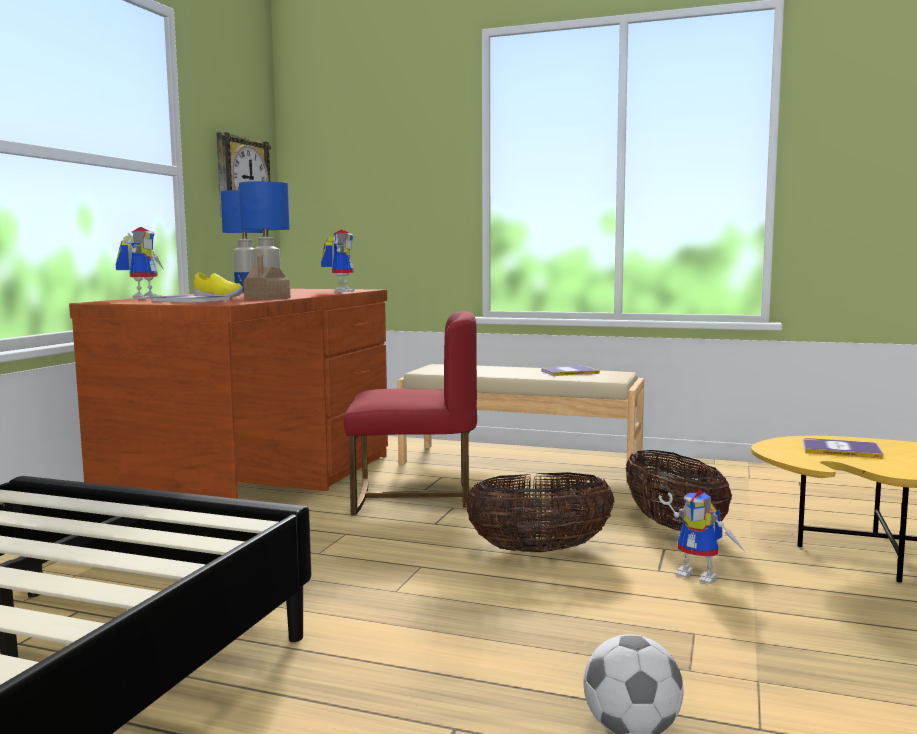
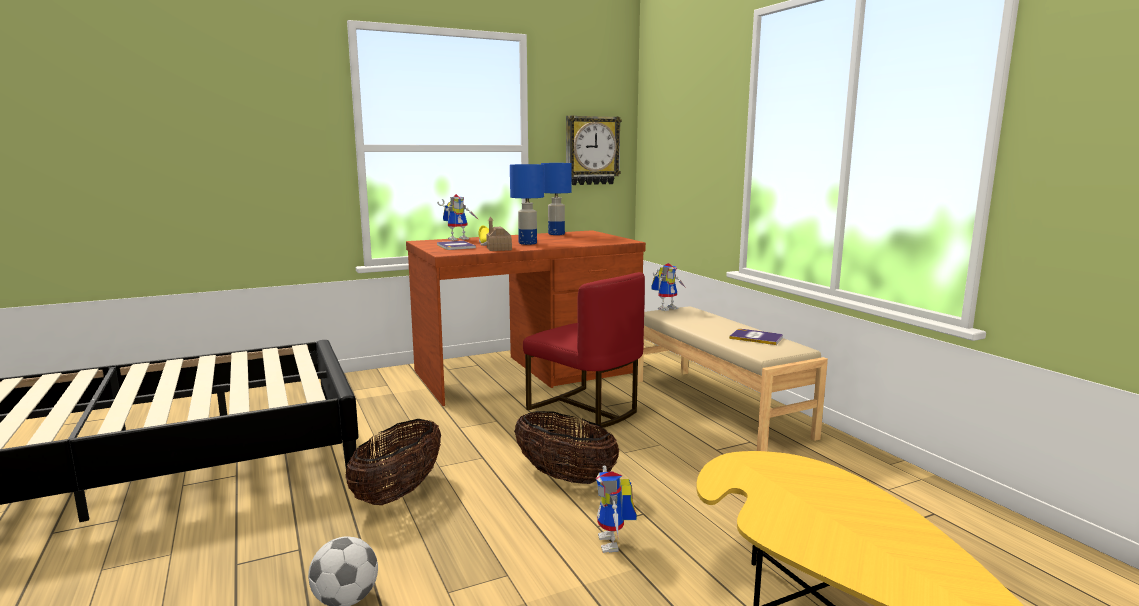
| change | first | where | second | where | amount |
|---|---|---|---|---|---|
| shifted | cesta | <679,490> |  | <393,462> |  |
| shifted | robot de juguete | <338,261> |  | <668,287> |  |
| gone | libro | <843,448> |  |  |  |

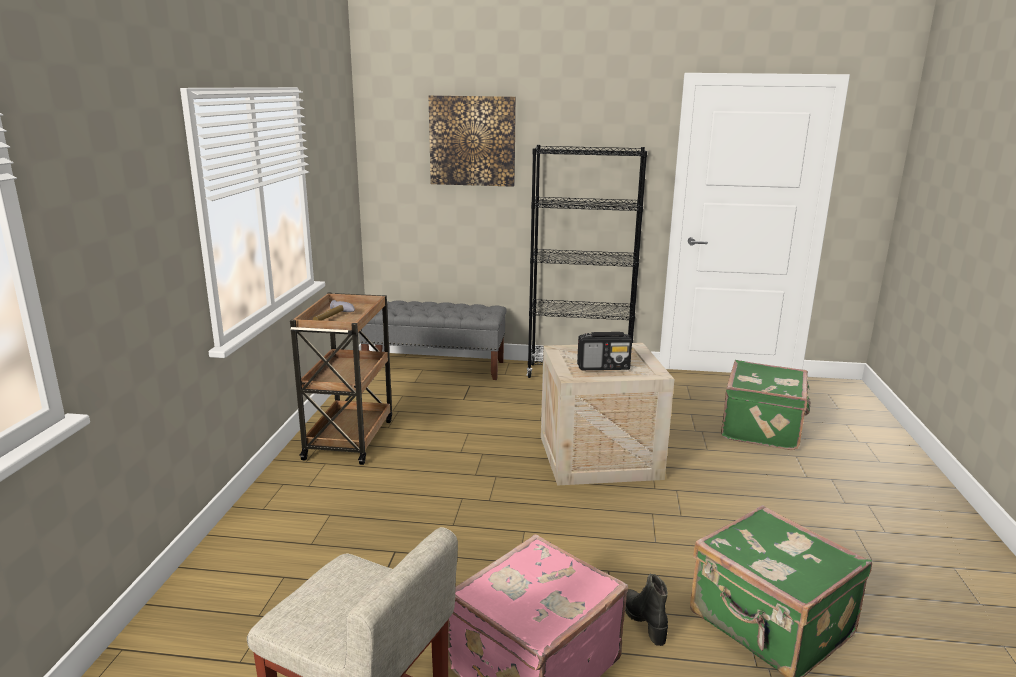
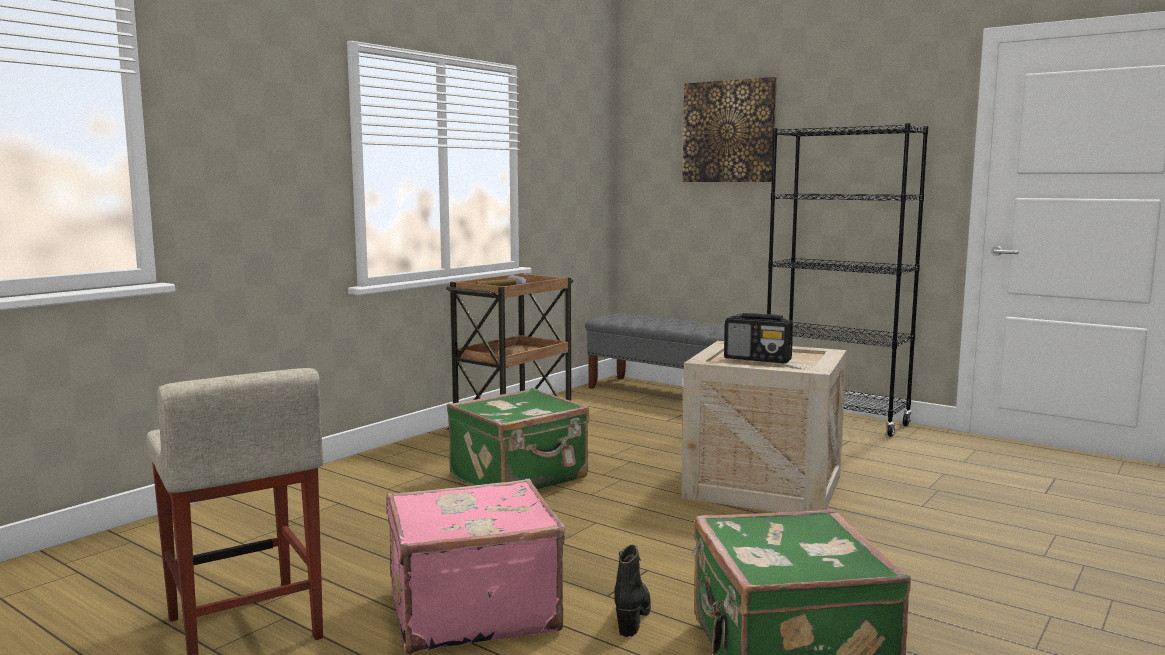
| change | first | where | second | where | amount |
|---|---|---|---|---|---|
| shifted | maleta [verde] | <766,405> |  | <518,438> |  |

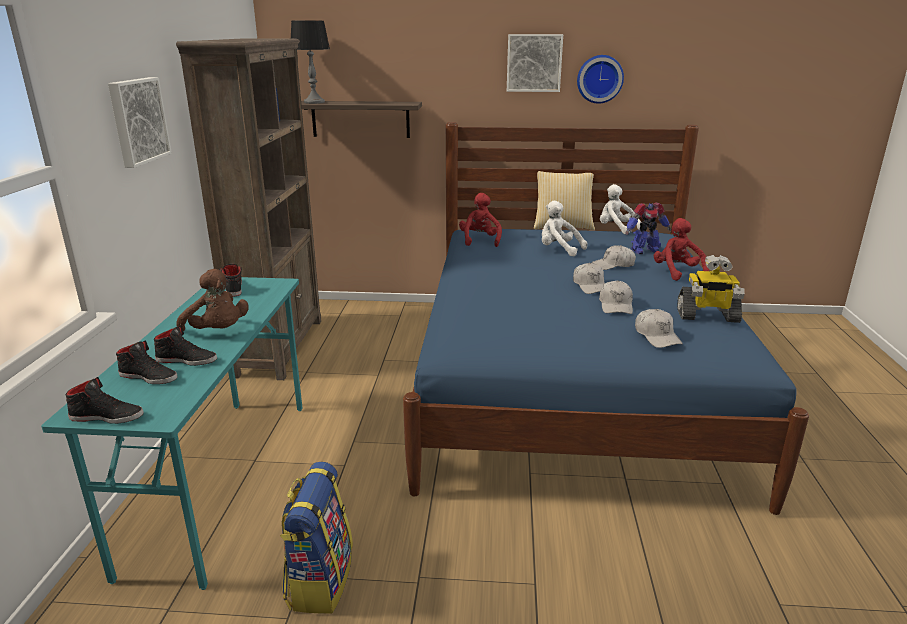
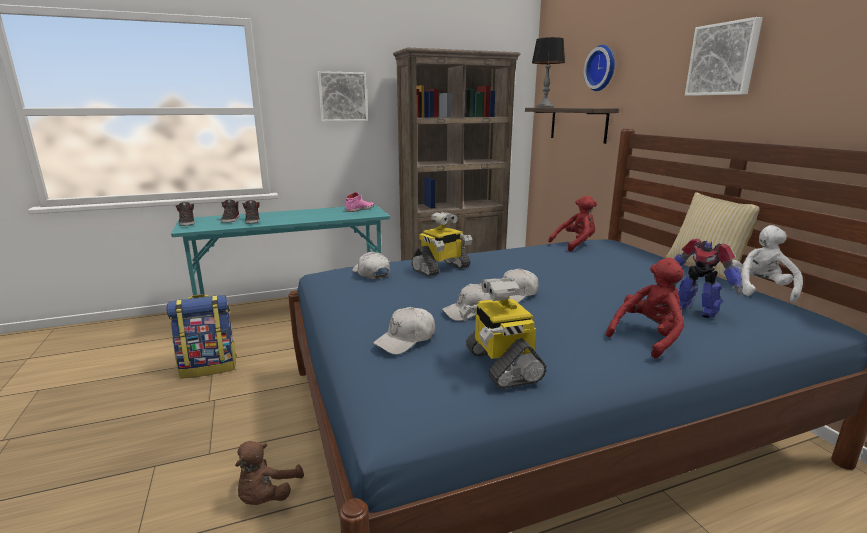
| change | first | where | second | where | amount |
|---|---|---|---|---|---|
| shifted | peluche [marrón] | <212,300> |  | <269,473> |  |
| repainted | zapato [negro] | <230,280> | zapato [rosa] | <359,202> |  |
| shifted | gorra [blanco] | <614,257> |  | <371,265> |  |
| new |  |  | robot de juguete | <442,244> |  |
| shifted | reloj de pared | <600,79> |  | <599,68> |  |
| gone | peluche [blanco] | <565,228> |  |  |  |

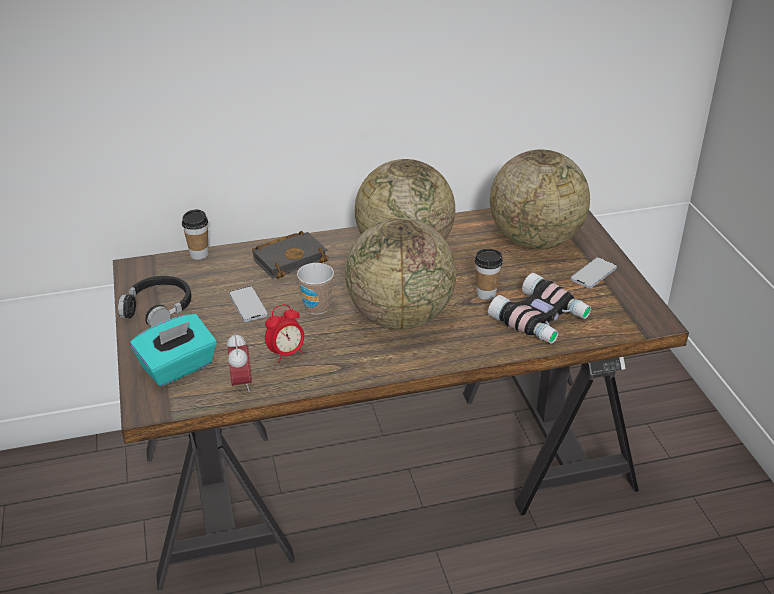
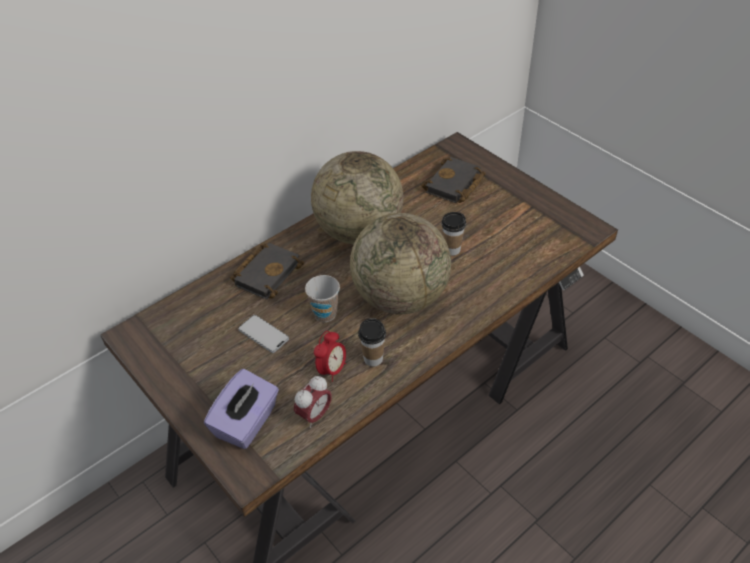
| change | first | where | second | where | amount |
|---|---|---|---|---|---|
| repainted | caja de pañuelos [turquesa] | <173,350> | caja de pañuelos [morado] | <241,409> |  |
| rotated | despertador | <239,362> |  | <313,402> | 75 degrees clockwise |
| shifted | taza | <195,234> |  | <372,342> |  |
| swapped | globo terráqueo | <540,199> | libro [negro] | <453,180> |  |
| gone | auriculares [negro] | <154,301> |  |  |  |
| gone | prismáticos | <539,308> |  |  |  |
| gone | móvil | <593,273> |  |  |  |

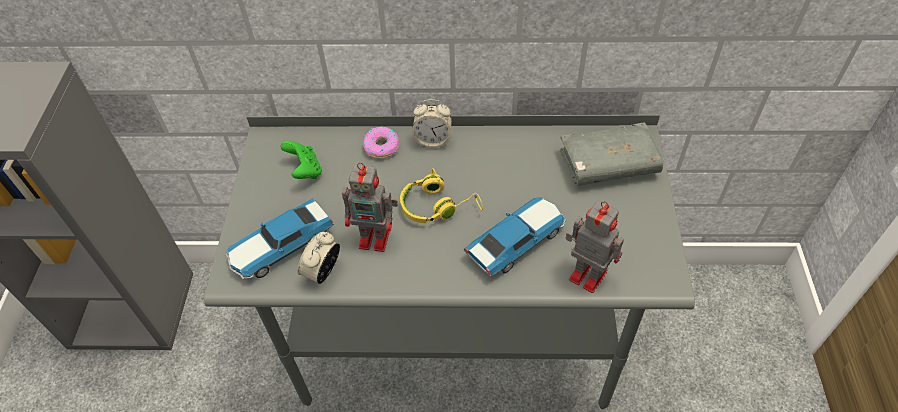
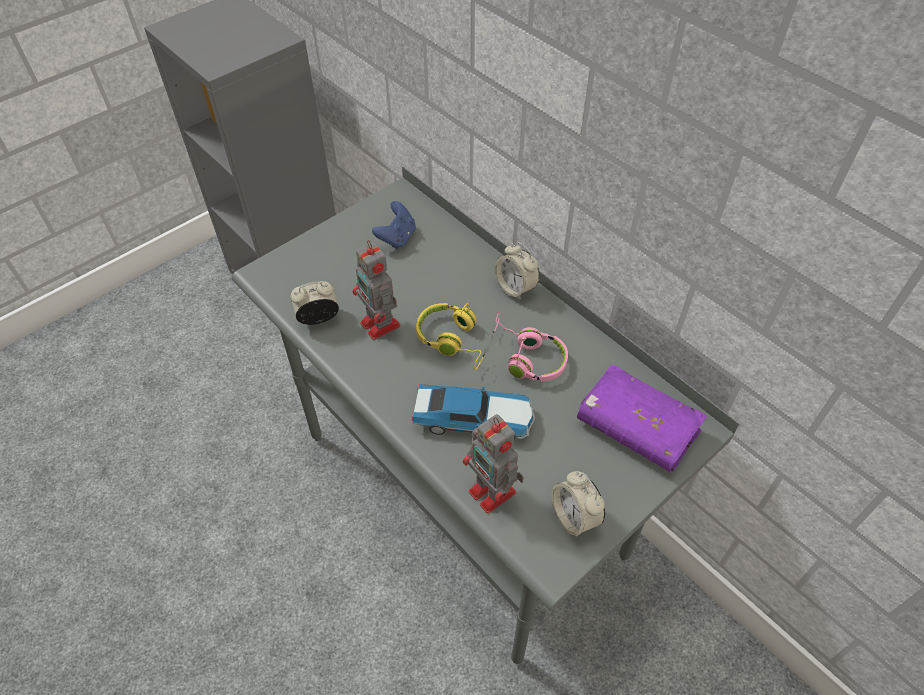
| change | first | where | second | where | amount |
|---|---|---|---|---|---|
| repainted | mando de consola [verde] | <301,160> | mando de consola [azul] | <394,225> |  |
| rotated | robot de juguete | <594,247> |  | <493,464> | 150 degrees clockwise |
| new |  |  | auriculares [rosa] | <530,347> |  |
| new |  |  | despertador | <578,504> |  |
| repainted | libro [gris] | <612,154> | libro [morado] | <642,418> |  |
| gone | coche de juguete | <279,239> |  |  |  |
| gone | rosquilla | <381,142> |  |  |  |

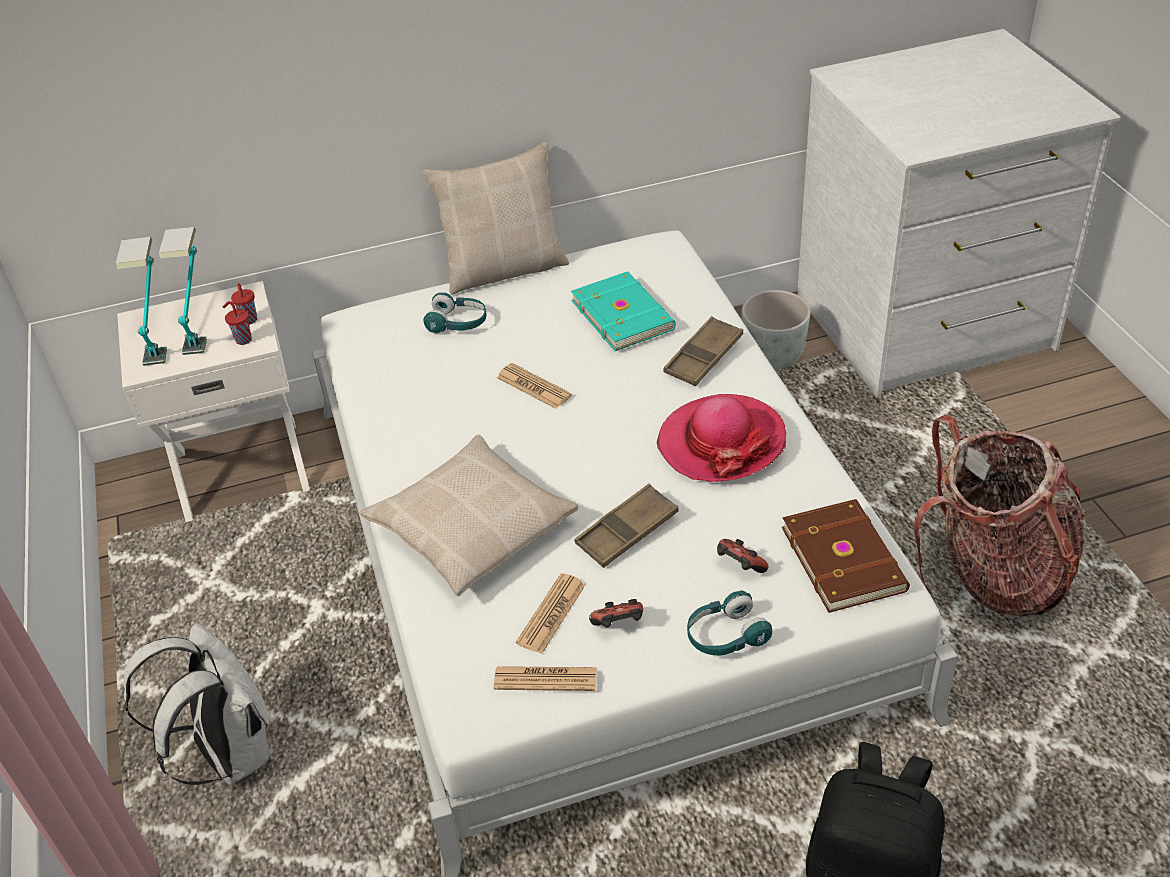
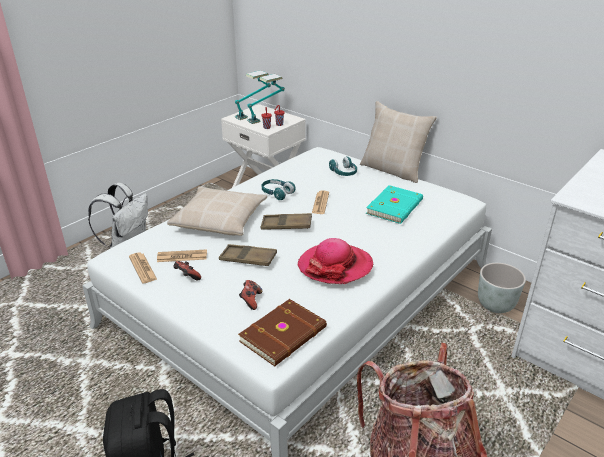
| change | first | where | second | where | amount |
|---|---|---|---|---|---|
| shifted | bandeja [marrón] | <703,351> |  | <286,221> |  |
| shifted | auriculares [turquesa] | <729,623> |  | <279,189> |  |

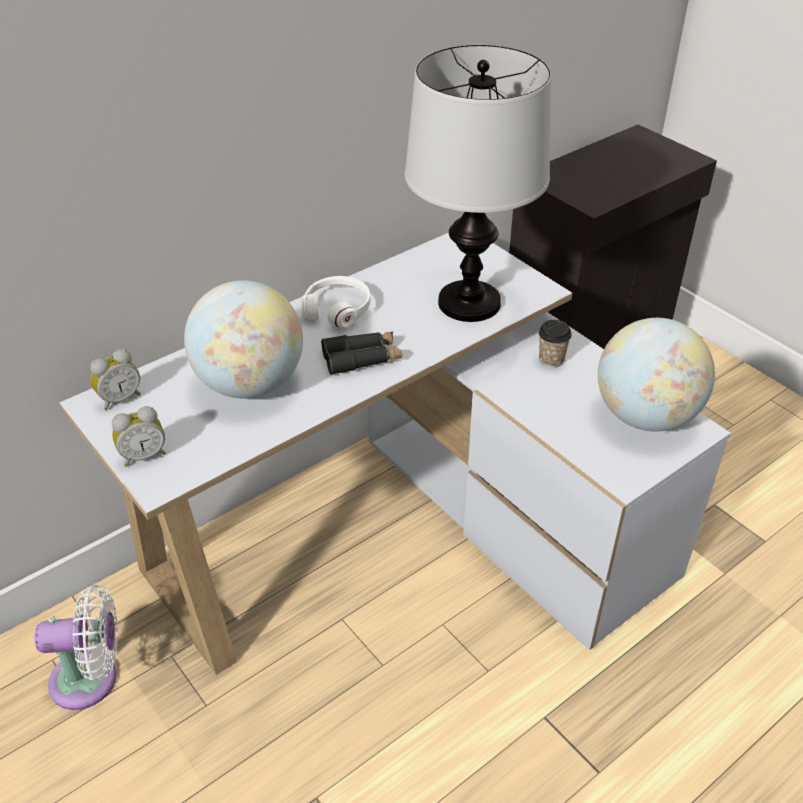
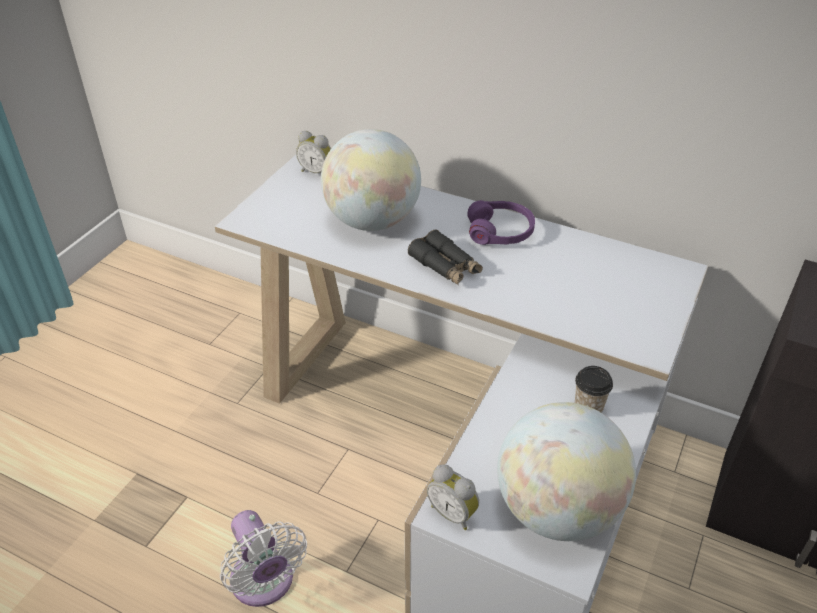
| change | first | where | second | where | amount |
|---|---|---|---|---|---|
| shifted | ventilador [blanco] | <76,647> |  | <263,558> |  |
| shifted | despertador | <139,436> |  | <453,497> |  |
| repainted | auriculares [blanco] | <336,302> | auriculares [morado] | <501,222> |  |
| gone | lámpara de mesa | <478,183> |  |  |  |

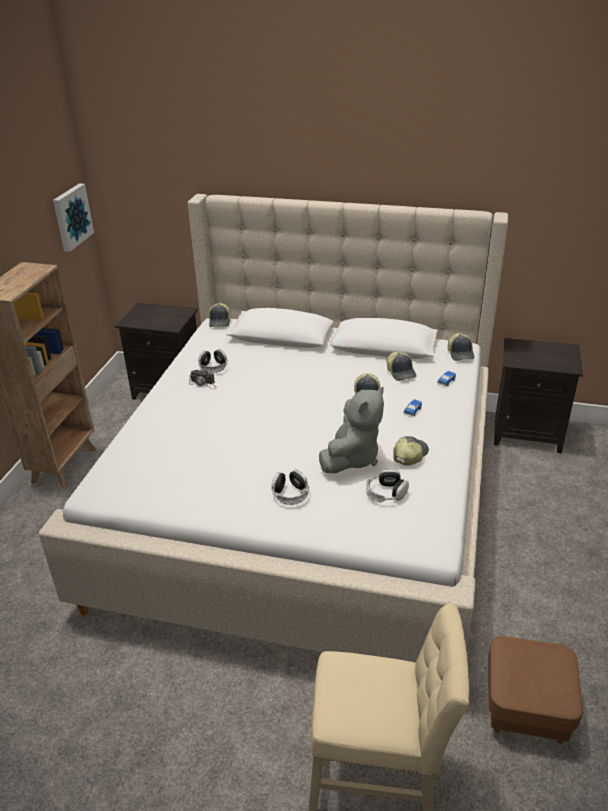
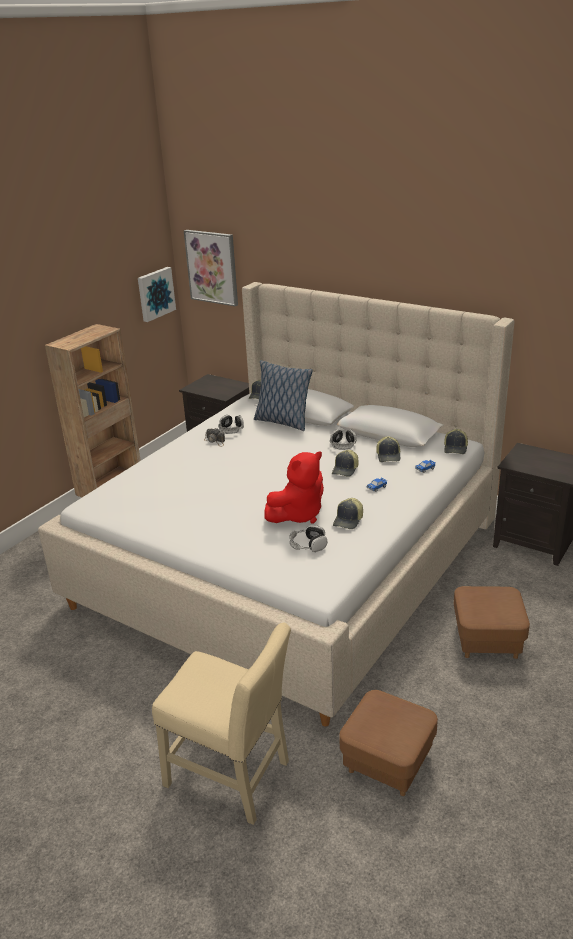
| change | first | where | second | where | amount |
|---|---|---|---|---|---|
| new |  |  | cuadro | <211,268> |  |
| new |  |  | cojín | <283,395> |  |
| repainted | peluche [gris] | <351,430> | peluche [rojo] | <294,487> |  |
| shifted | auriculares | <290,487> |  | <343,439> |  |
| rotated | gorra | <411,451> |  | <348,513> | 150 degrees clockwise |
| new |  |  | puf [marrón] | <492,622> |  |

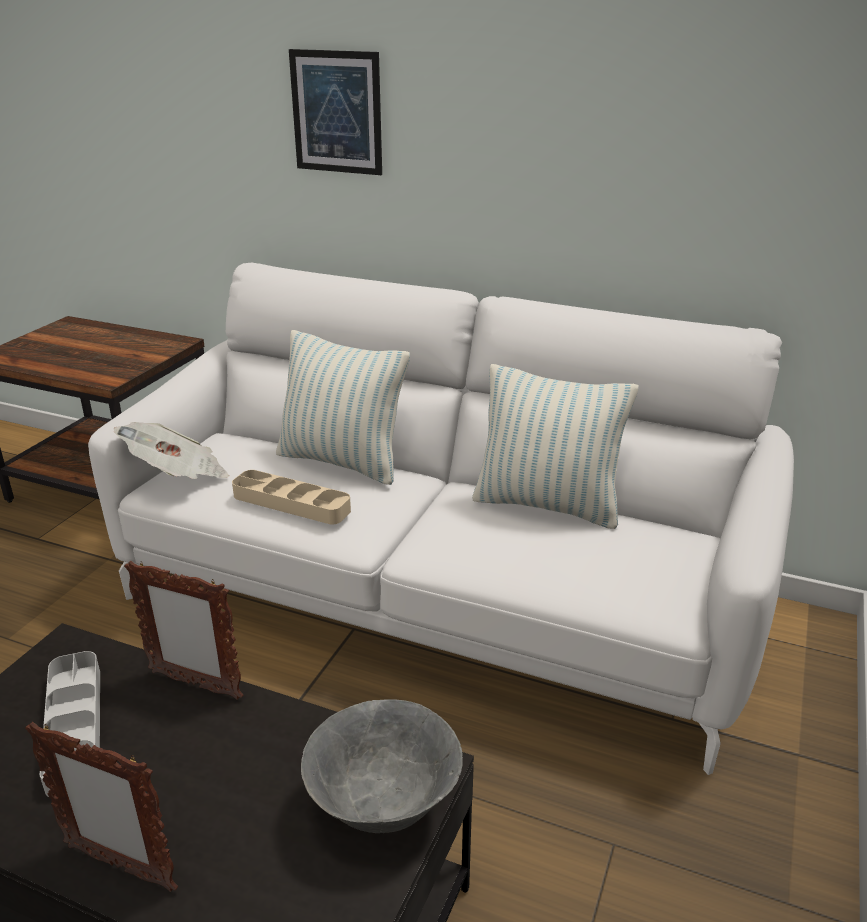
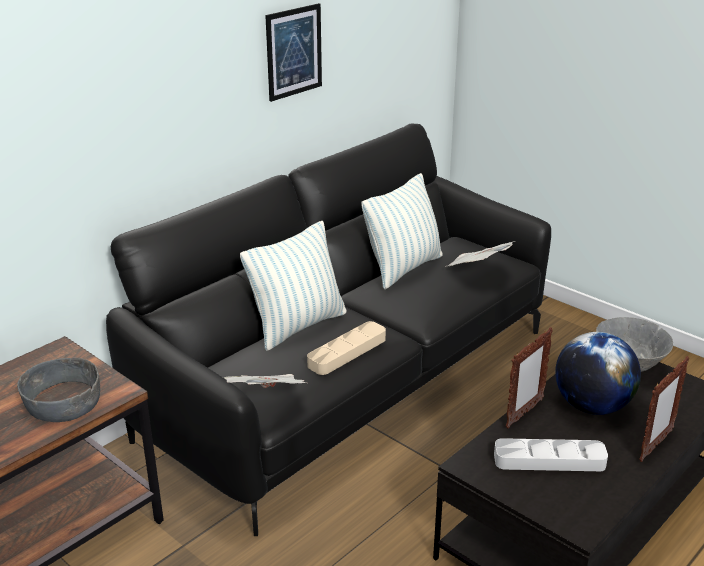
| change | first | where | second | where | amount |
|---|---|---|---|---|---|
| new |  |  | cuenco [gris] | <58,389> |  |
| repainted | sofá [blanco] | <441,519> | sofá [negro] | <328,329> |  |
| shifted | cuadro | <335,112> |  | <293,52> |  |
| new |  |  | periódico | <480,254> |  |
| new |  |  | globo terráqueo | <598,373> |  |

